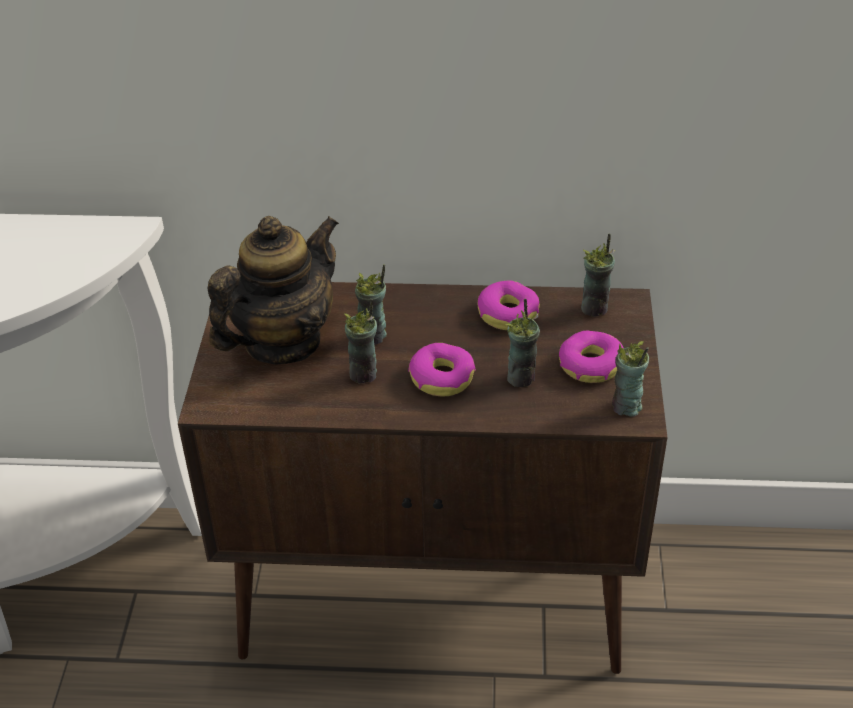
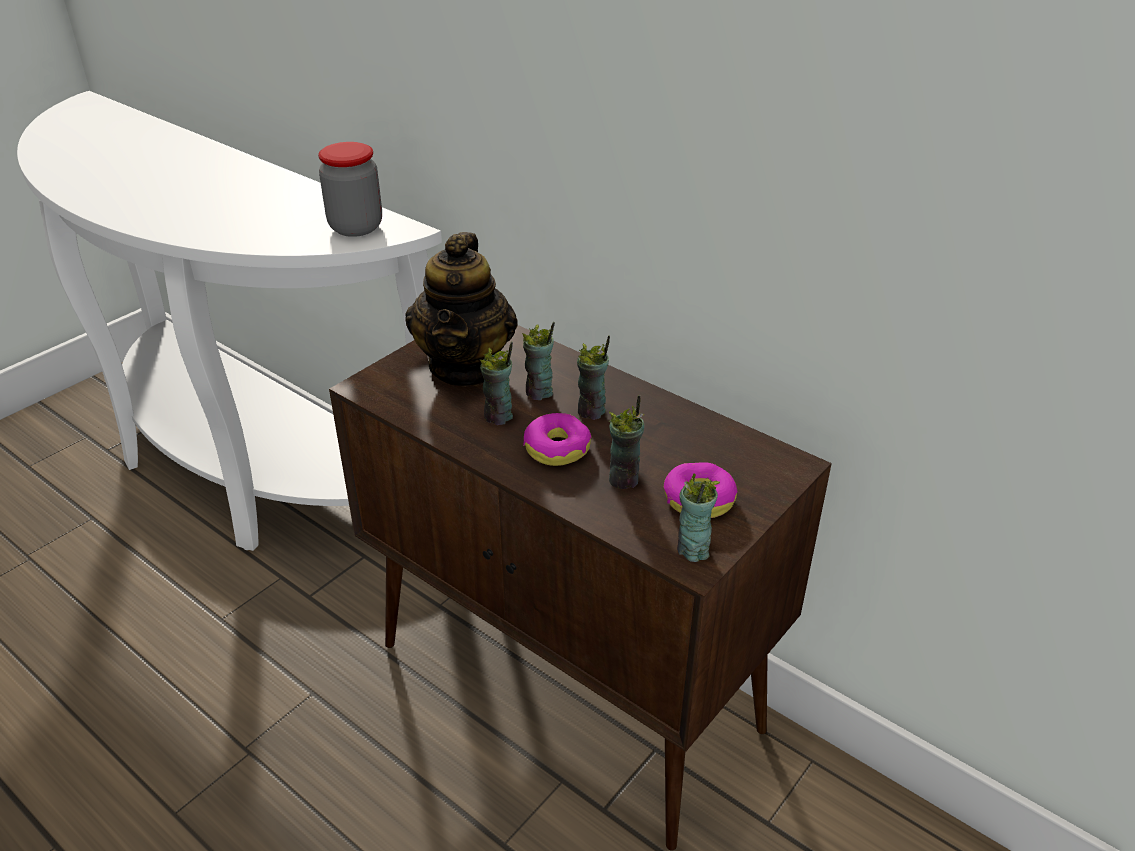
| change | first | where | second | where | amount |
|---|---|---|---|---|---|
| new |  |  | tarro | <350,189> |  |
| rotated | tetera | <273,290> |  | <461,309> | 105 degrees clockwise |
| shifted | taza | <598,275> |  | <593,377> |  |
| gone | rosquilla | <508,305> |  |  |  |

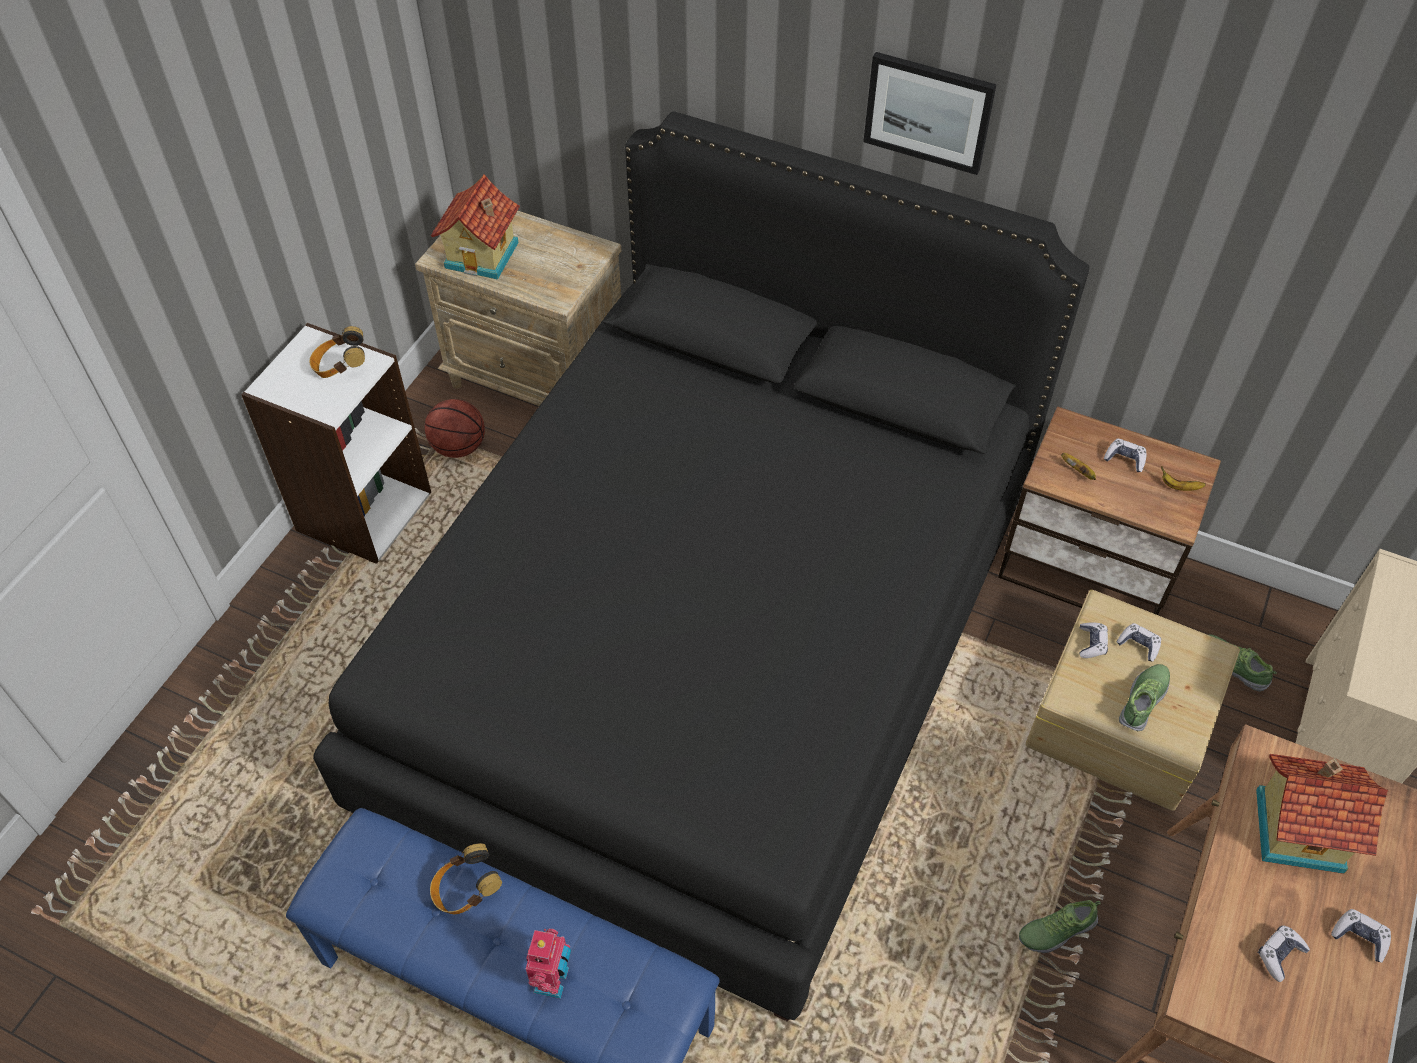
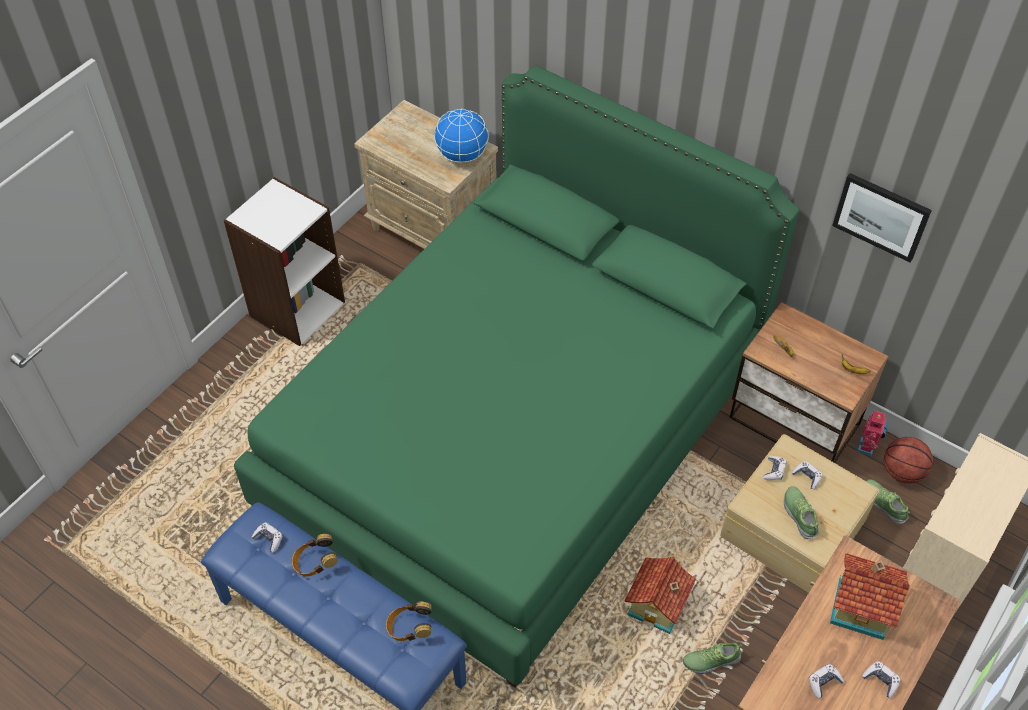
| change | first | where | second | where | amount |
|---|---|---|---|---|---|
| repainted | cama [negro] | <701,566> | cama [verde] | <517,376> |  |
| shifted | mando de consola | <1125,455> |  | <267,537> |  |
| shifted | auriculares | <337,352> |  | <409,621> |  |
| new |  |  | globo terráqueo | <461,135> |  |
| shifted | casita | <475,227> |  | <660,595> |  |
| rotated | zapato | <1144,698> |  | <801,512> | 60 degrees counterclockwise |
| shifted | cuadro | <929,113> |  | <882,217> |  |
| shifted | robot de juguete | <548,964> |  | <872,433> |  |
| shifted | balón de baloncesto | <455,428> |  | <908,460> |  |

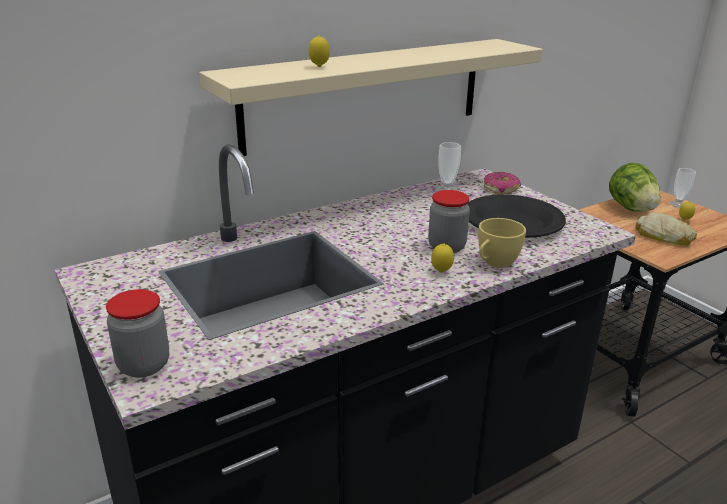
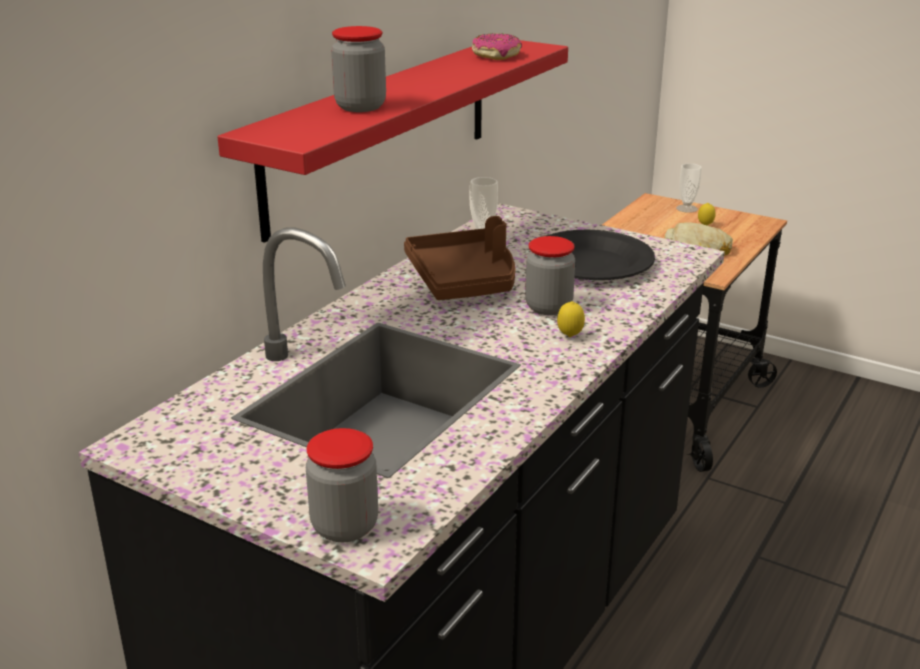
| change | first | where | second | where | amount |
|---|---|---|---|---|---|
| repainted | estante [beis] | <371,97> | estante [rojo] | <393,141> |  |
| swapped | limón | <319,51> | tarro | <358,69> |  |
| new |  |  | bandeja [marrón] | <459,258> |  |
| shifted | rosquilla | <502,183> |  | <497,46> |  |
| gone | taza [amarillo] | <502,243> |  |  |  |
| gone | lechuga | <635,187> |  |  |  |

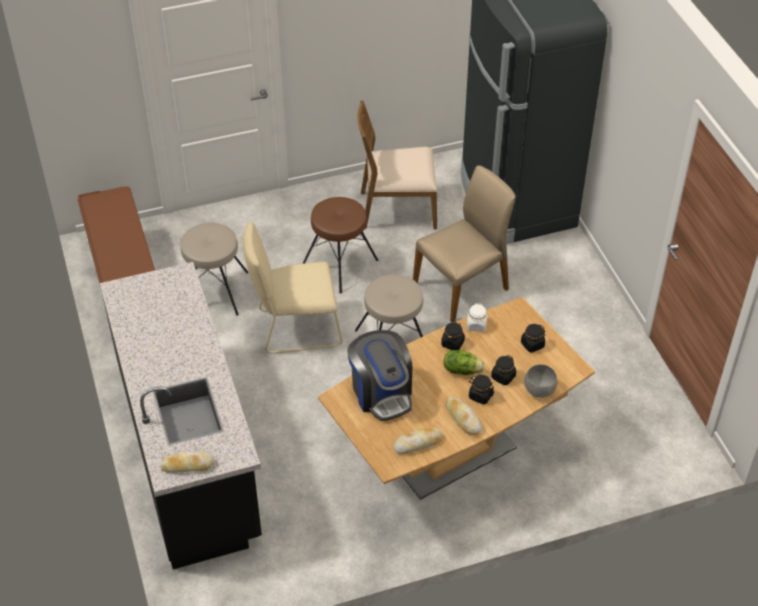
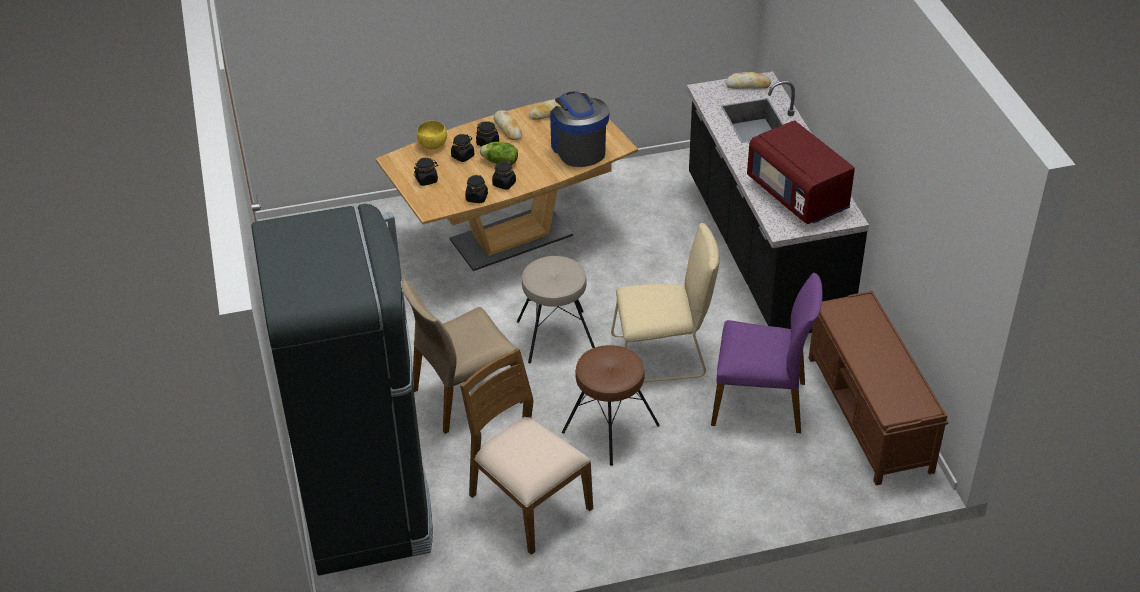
| change | first | where | second | where | amount |
|---|---|---|---|---|---|
| repainted | cuenco [gris] | <540,381> | cuenco [amarillo] | <432,135> |  |
| rotated | silla [marrón] | <397,165> |  | <526,451> | 135 degrees counterclockwise |
| repainted | tarro [blanco] | <477,317> | tarro [negro] | <476,189> |  |
| swapped | taburete [beis] | <214,269> | silla [morado] | <766,353> |  |
| new |  |  | microondas [rojo] | <801,172> |  |

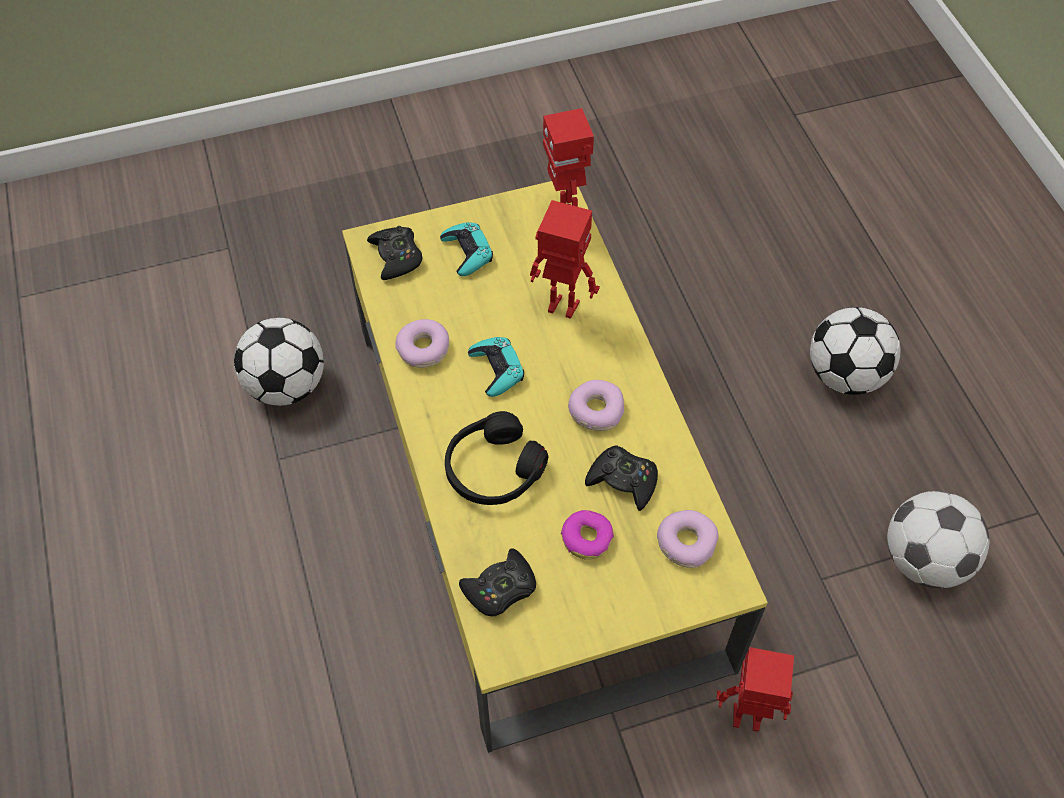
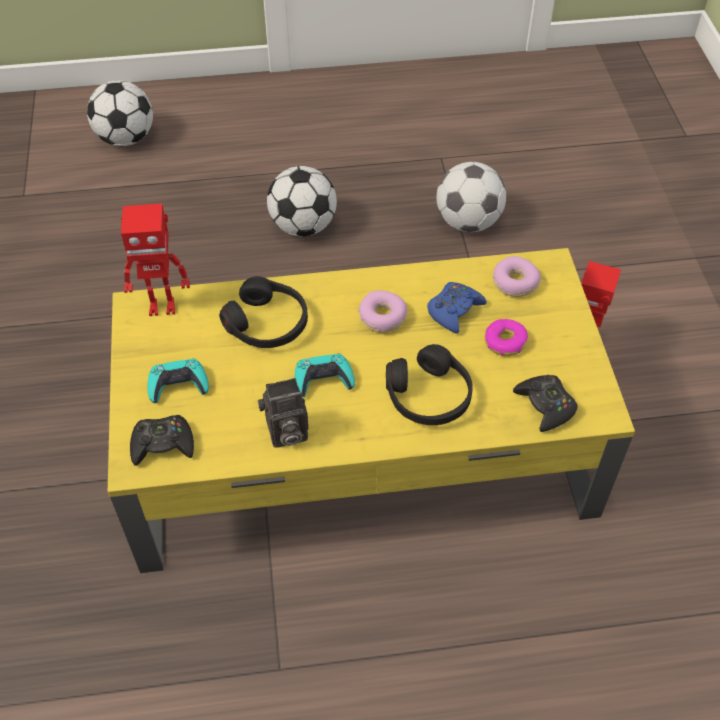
| change | first | where | second | where | amount |
|---|---|---|---|---|---|
| shifted | balón de fútbol | <279,362> |  | <120,113> |  |
| swapped | robot de juguete | <565,259> | auriculares [negro] | <263,312> |  |
| swapped | rosquilla | <422,343> | cámara | <283,413> |  |
| repainted | mando de consola [negro] | <621,478> | mando de consola [azul] | <456,308> |  |

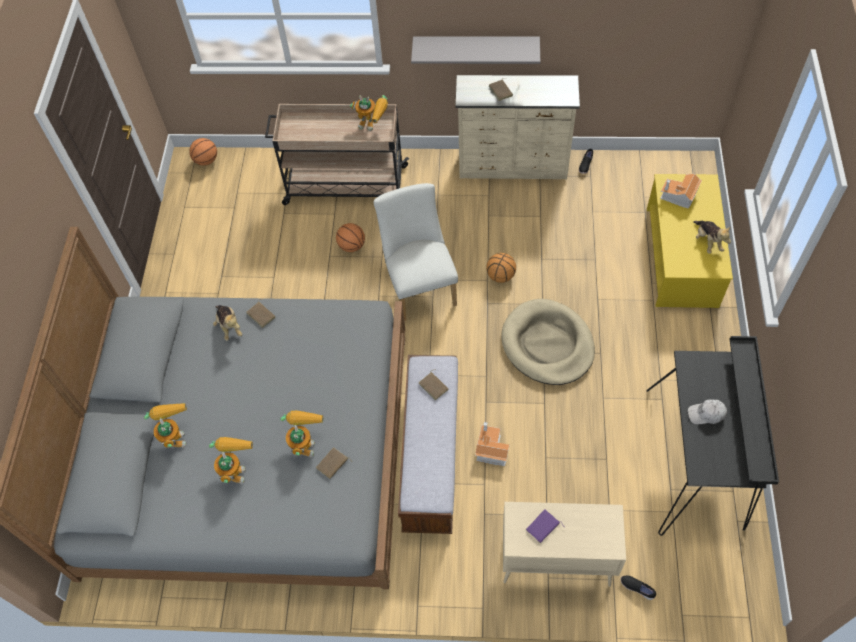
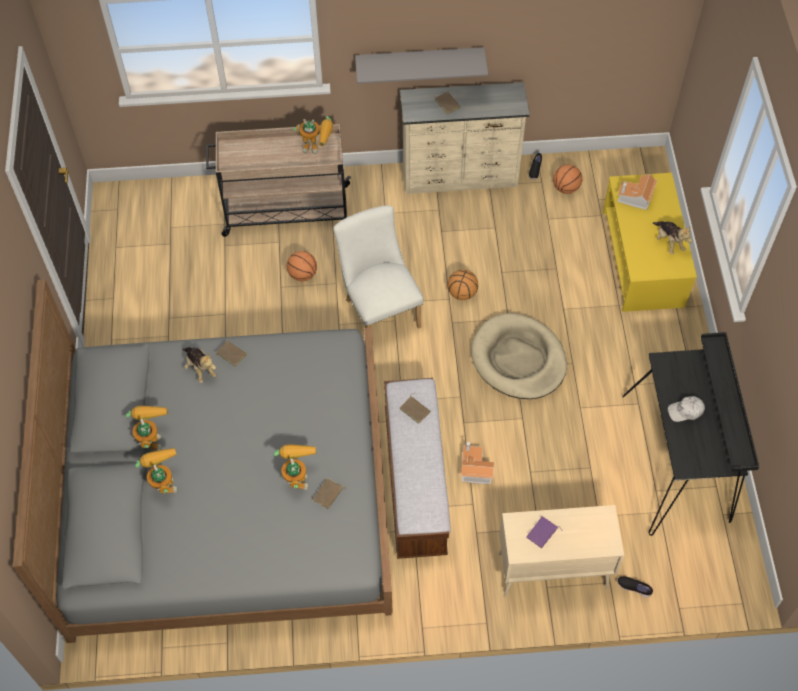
| change | first | where | second | where | amount |
|---|---|---|---|---|---|
| shifted | robot de juguete | <231,460> |  | <146,428> |  |
| shifted | balón de baloncesto | <203,152> |  | <567,179> |  |

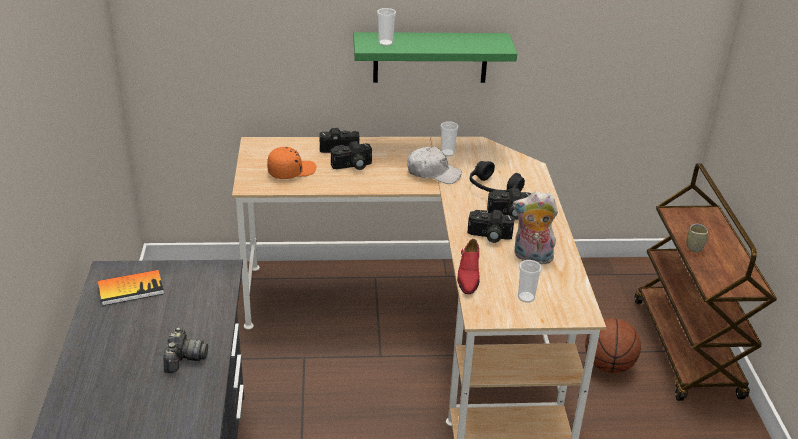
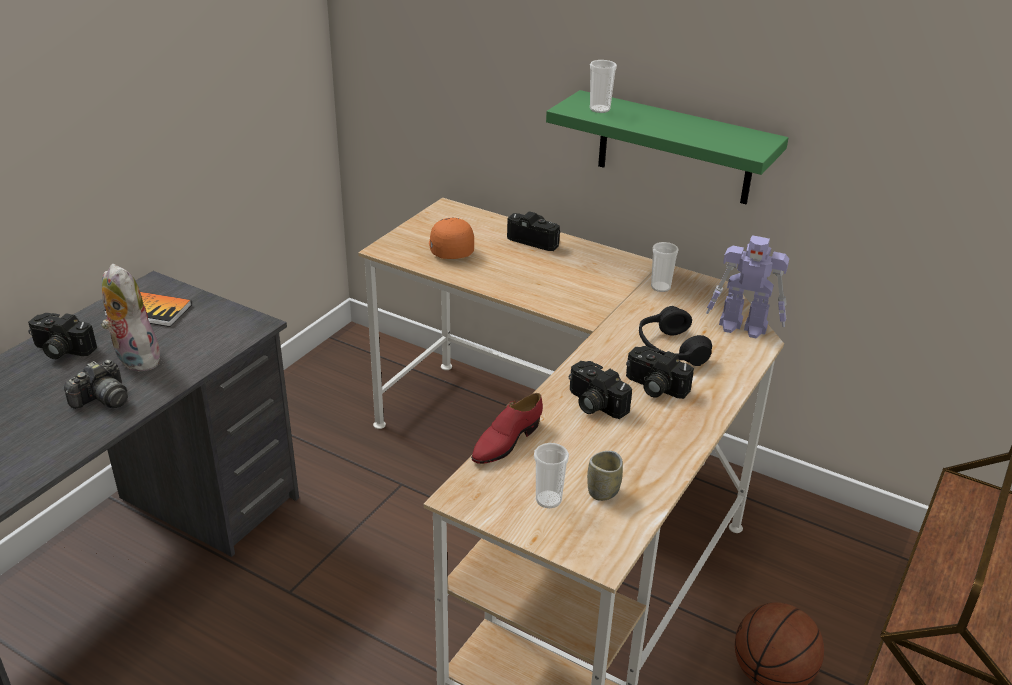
| change | first | where | second | where | amount |
|---|---|---|---|---|---|
| shifted | cámara | <351,155> |  | <62,336> |  |
| shifted | peluche | <535,227> |  | <130,318> |  |
| rotated | gorra [naranja] | <292,163> |  | <451,238> | 105 degrees counterclockwise |
| shifted | taza | <697,238> |  | <605,476> |  |
| new |  |  | robot de juguete | <747,286> |  |
| gone | gorra [blanco] | <434,165> |  |  |  |

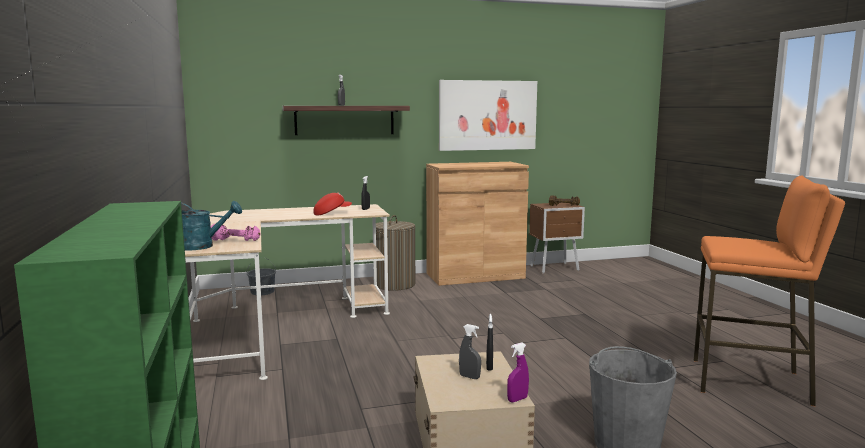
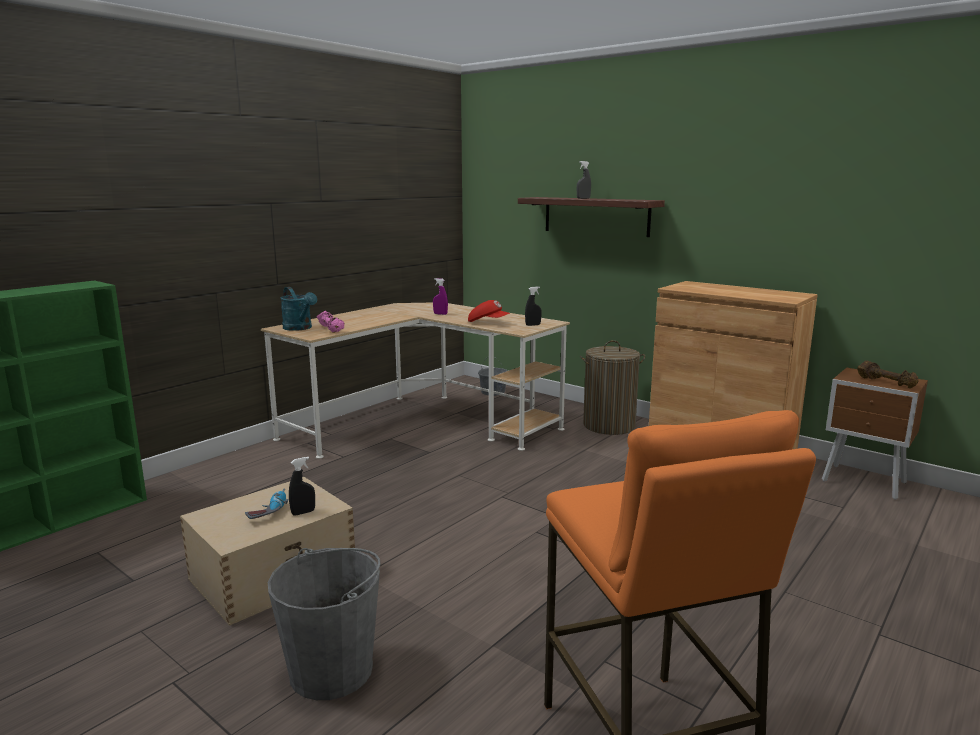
| change | first | where | second | where | amount |
|---|---|---|---|---|---|
| swapped | pulverizador [gris] | <470,351> | taladro | <266,504> |  |
| shifted | pulverizador [morado] | <518,372> |  | <440,296> |  |
| gone | cuadro | <488,115> |  |  |  |

